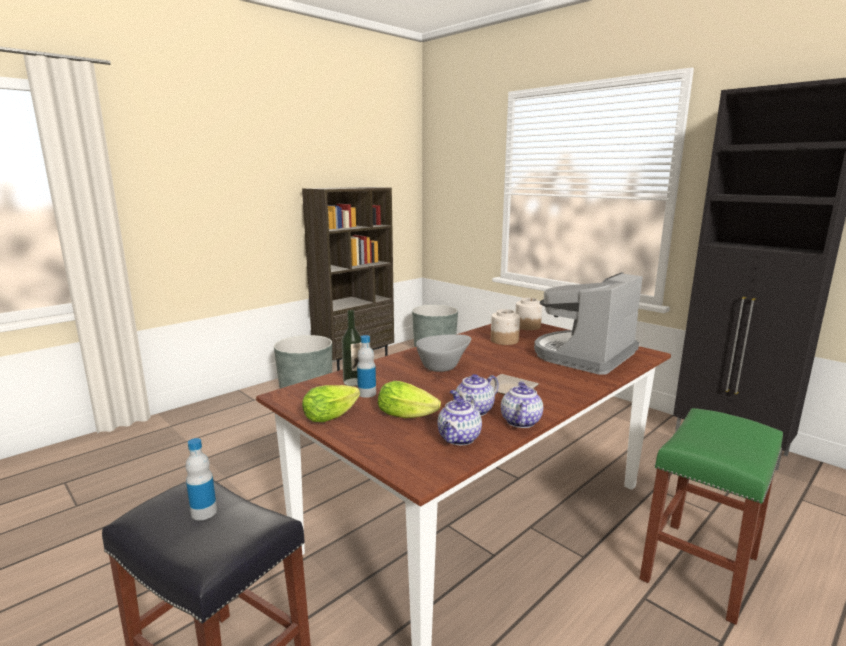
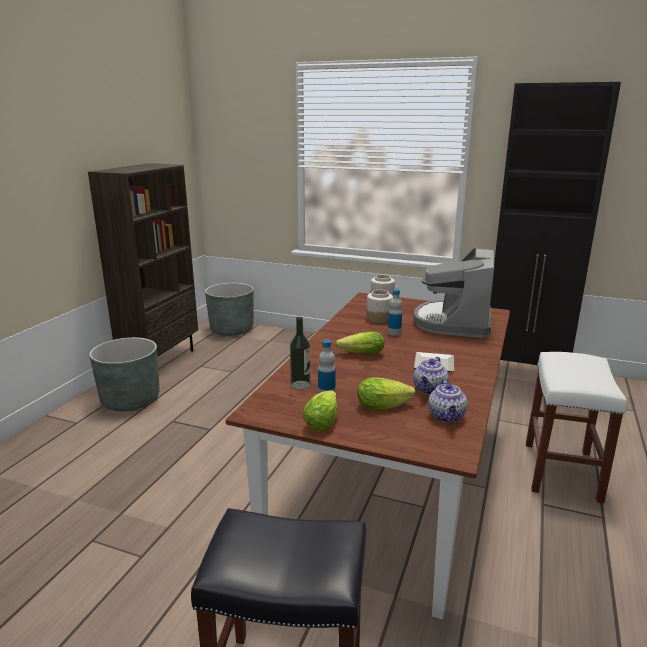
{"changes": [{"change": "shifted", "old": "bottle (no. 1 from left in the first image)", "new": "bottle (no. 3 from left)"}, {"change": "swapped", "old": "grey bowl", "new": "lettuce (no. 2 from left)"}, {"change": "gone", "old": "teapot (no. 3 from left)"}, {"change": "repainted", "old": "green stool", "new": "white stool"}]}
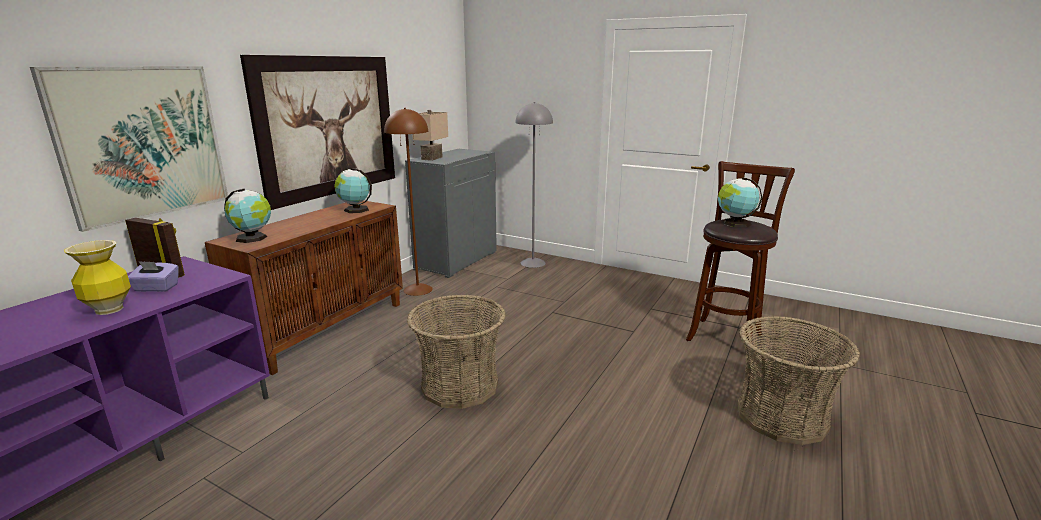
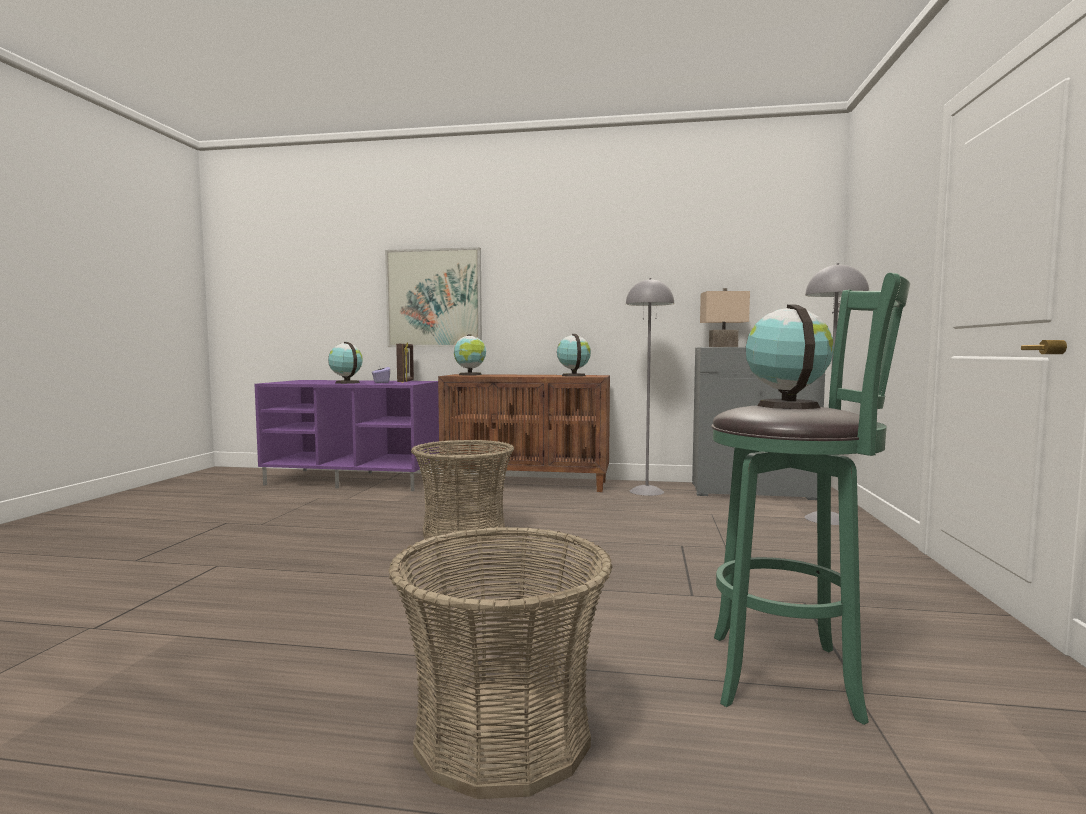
{"changes": [{"change": "swapped", "old": "vase", "new": "globe (no. 1 from left)"}, {"change": "gone", "old": "picture (no. 2 from left)"}, {"change": "repainted", "old": "brown floor lamp", "new": "grey floor lamp (no. 1 from left)"}, {"change": "repainted", "old": "brown stool", "new": "green stool"}]}
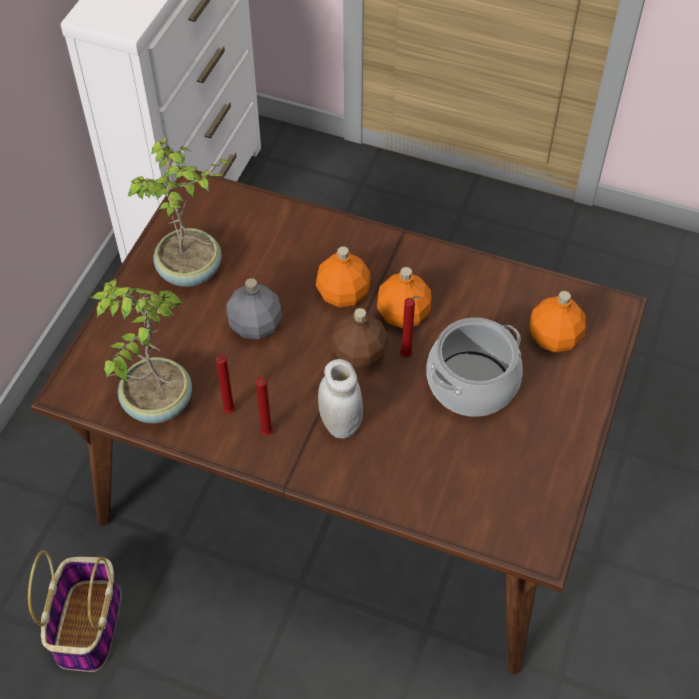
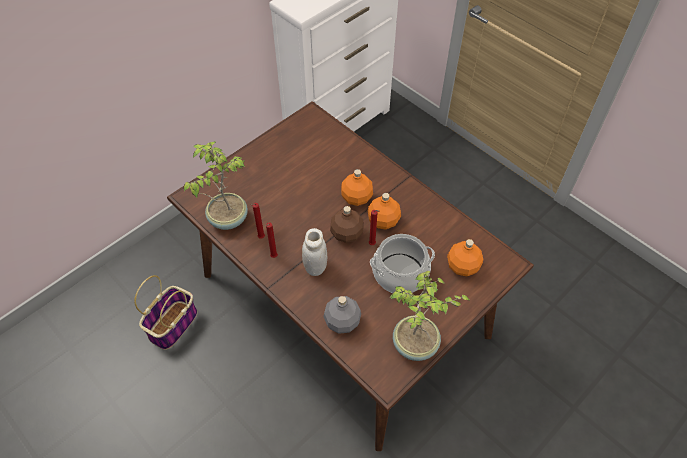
{"changes": [{"change": "shifted", "old": "potted plant (no. 2 from left)"}, {"change": "shifted", "old": "grey bottle"}]}
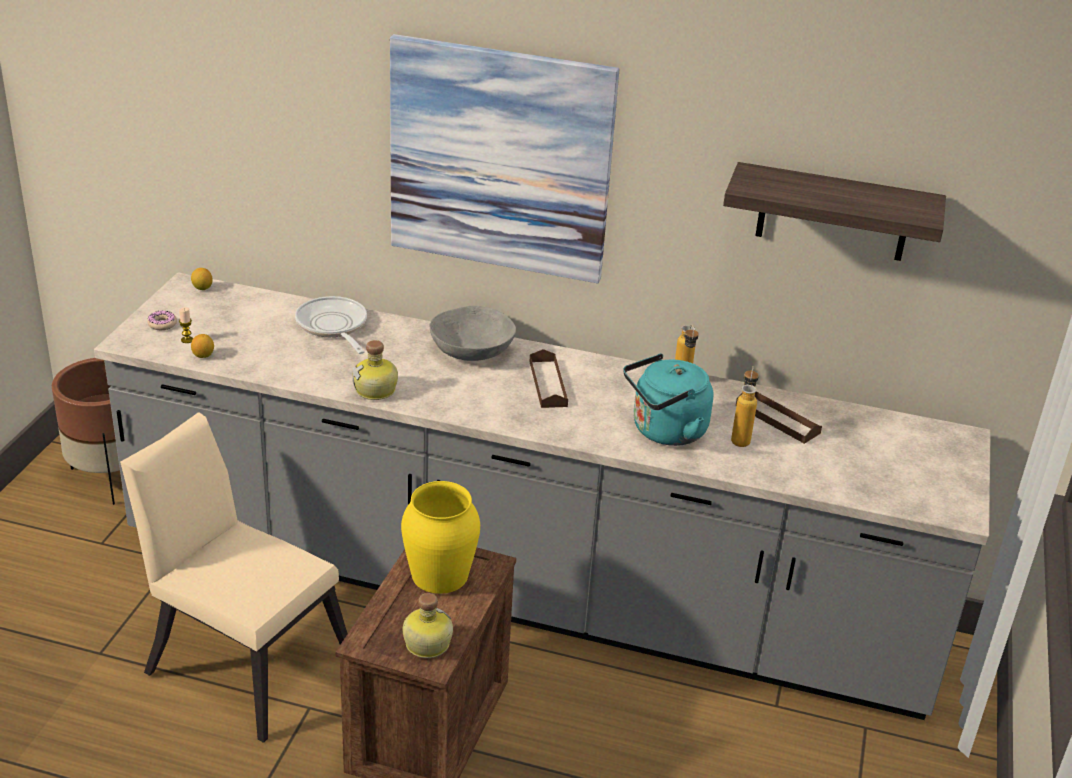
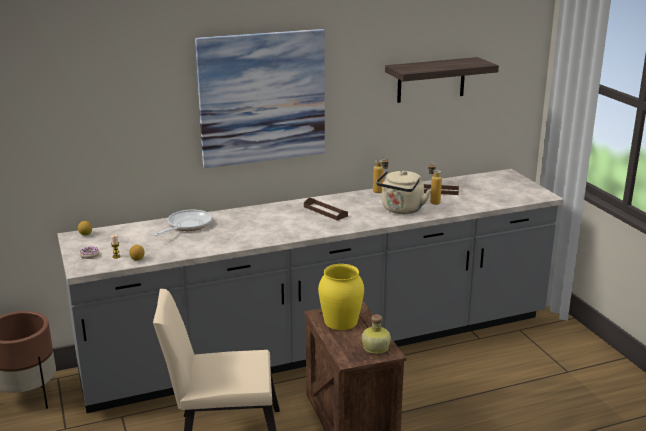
{"changes": [{"change": "rotated", "old": "frying pan", "degrees": 90}, {"change": "gone", "old": "bottle (no. 1 from left)"}, {"change": "gone", "old": "grey bowl"}, {"change": "repainted", "old": "turquoise kettle", "new": "beige kettle"}]}
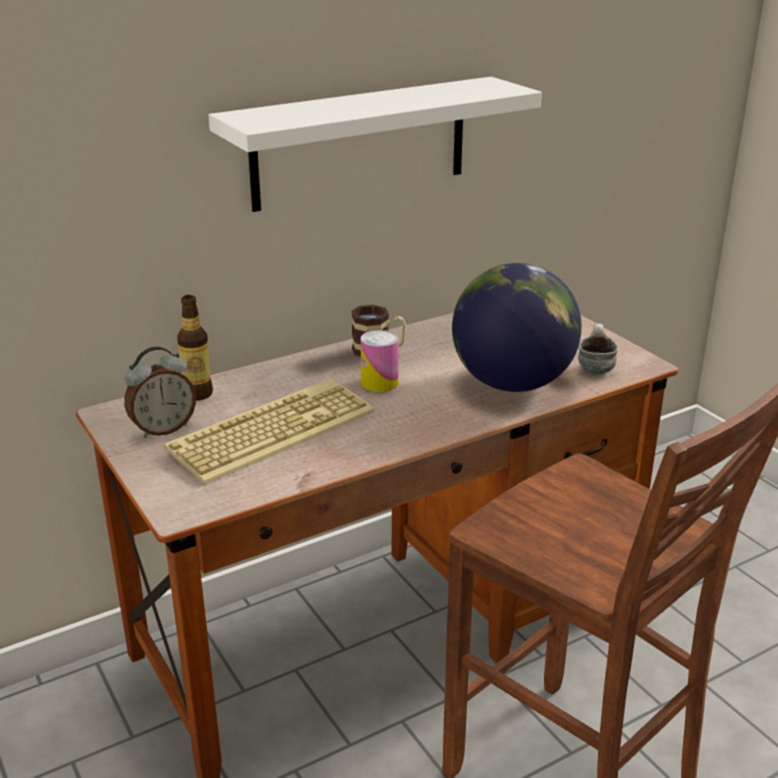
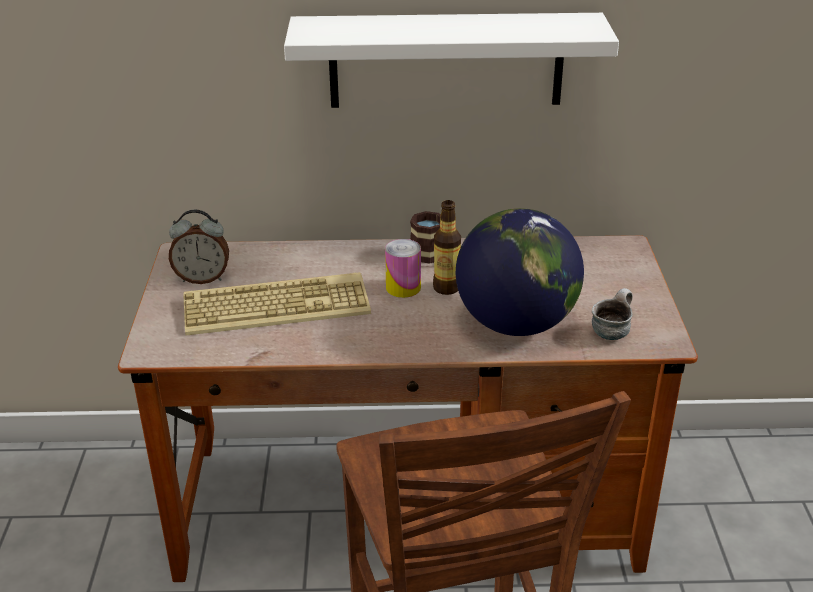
{"changes": [{"change": "shifted", "old": "bottle"}]}
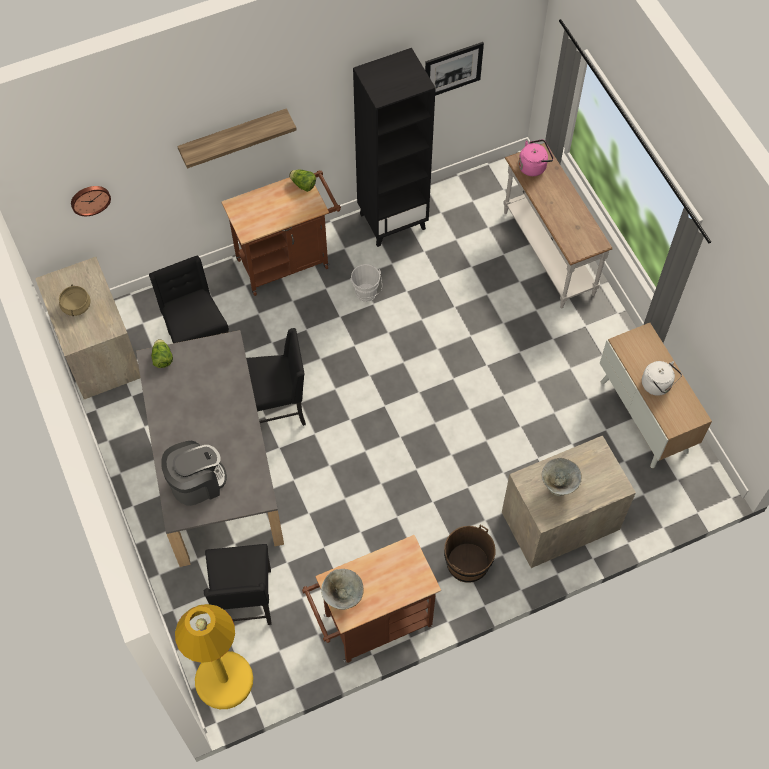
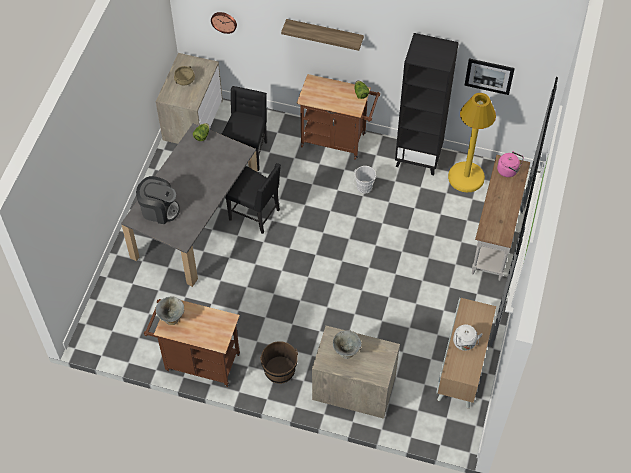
{"changes": [{"change": "shifted", "old": "yellow floor lamp"}, {"change": "gone", "old": "black chair (no. 2 from left)"}]}
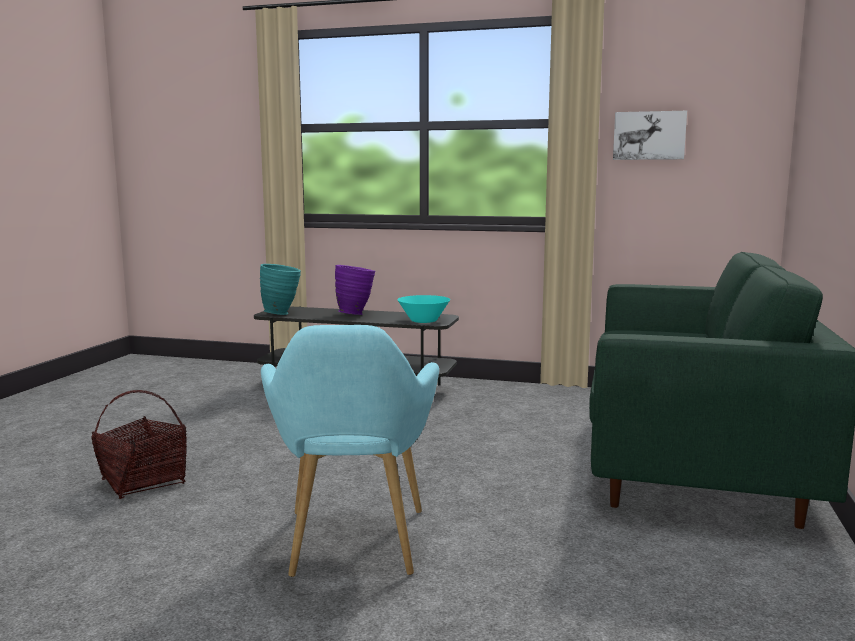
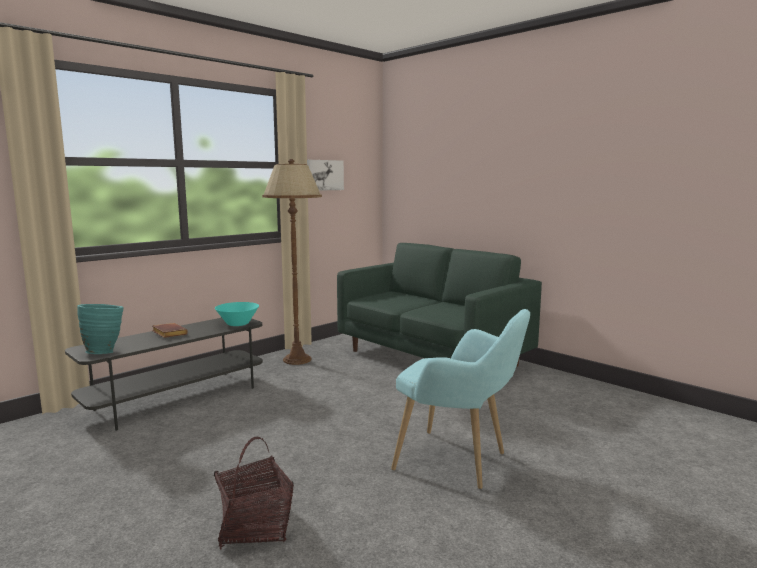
{"changes": [{"change": "swapped", "old": "purple vase", "new": "brown book"}, {"change": "new", "new": "brown floor lamp"}]}
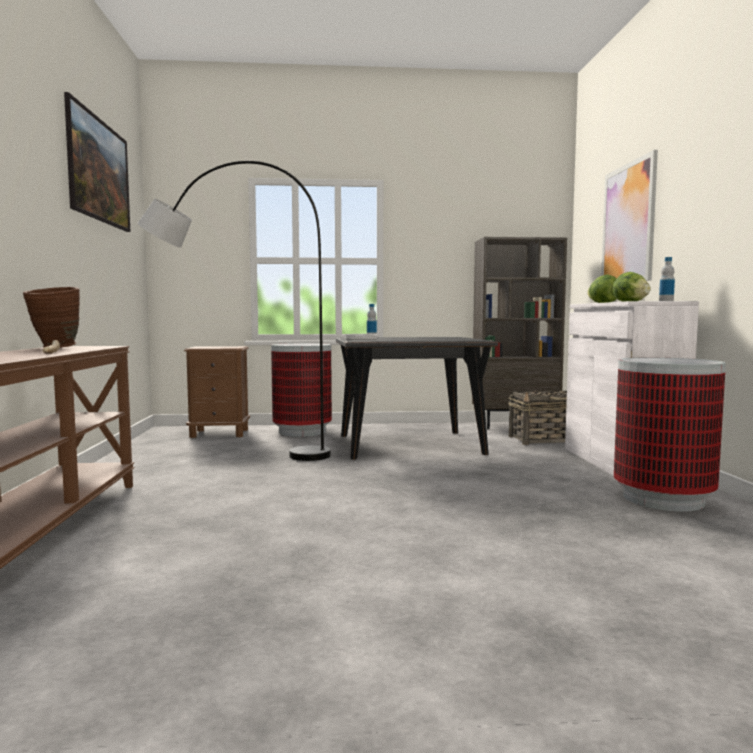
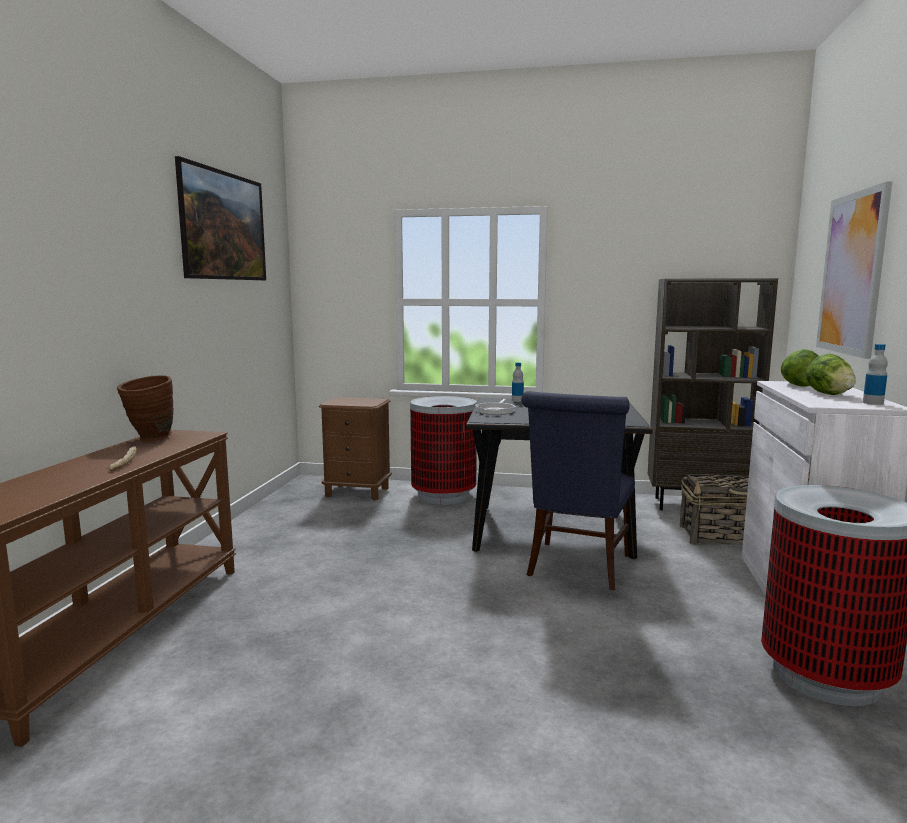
{"changes": [{"change": "gone", "old": "grey floor lamp"}, {"change": "new", "new": "blue chair"}]}
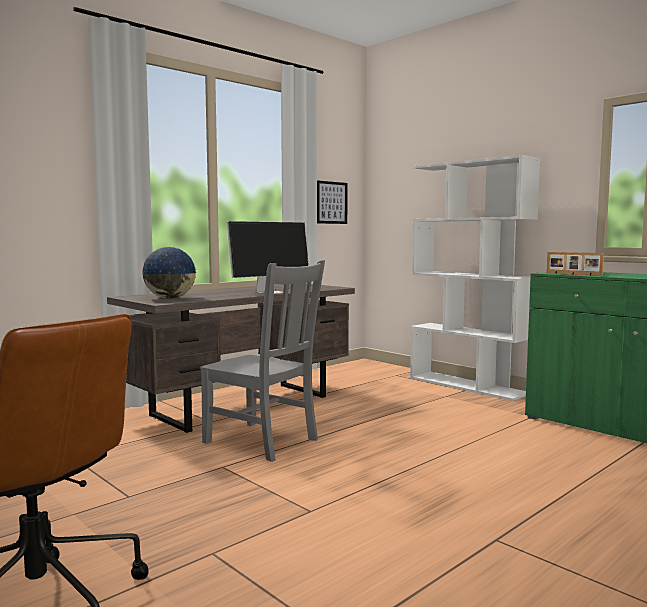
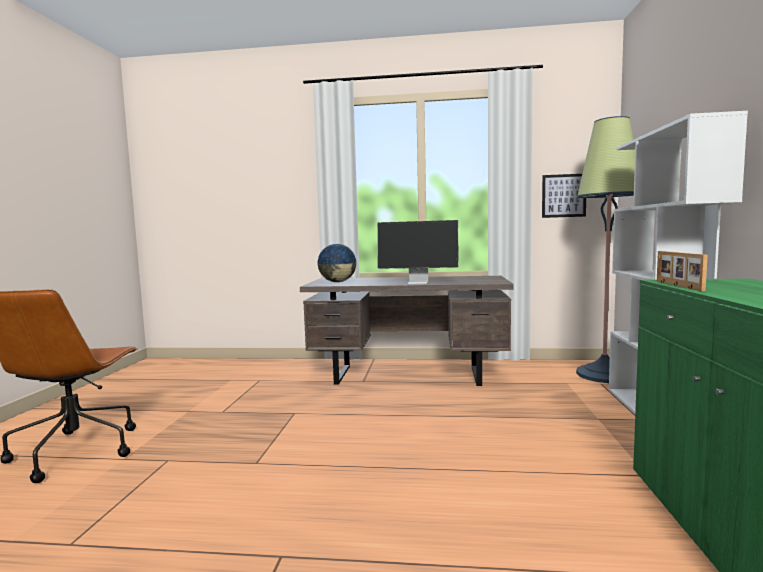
{"changes": [{"change": "gone", "old": "grey chair"}, {"change": "new", "new": "floor lamp"}]}
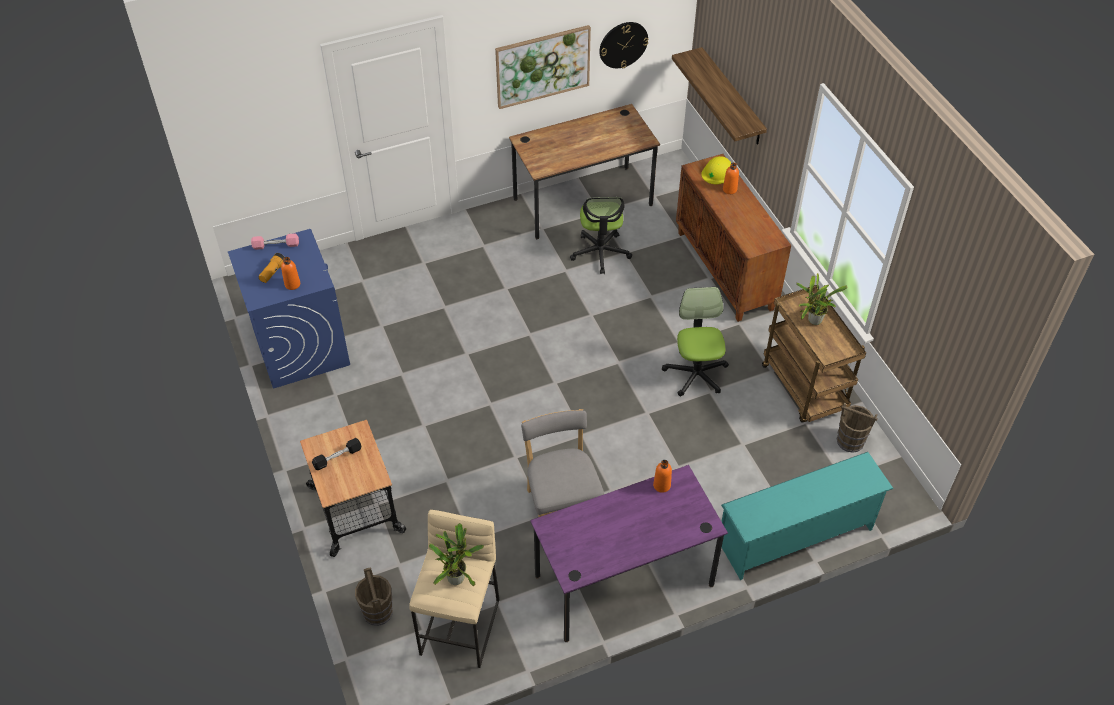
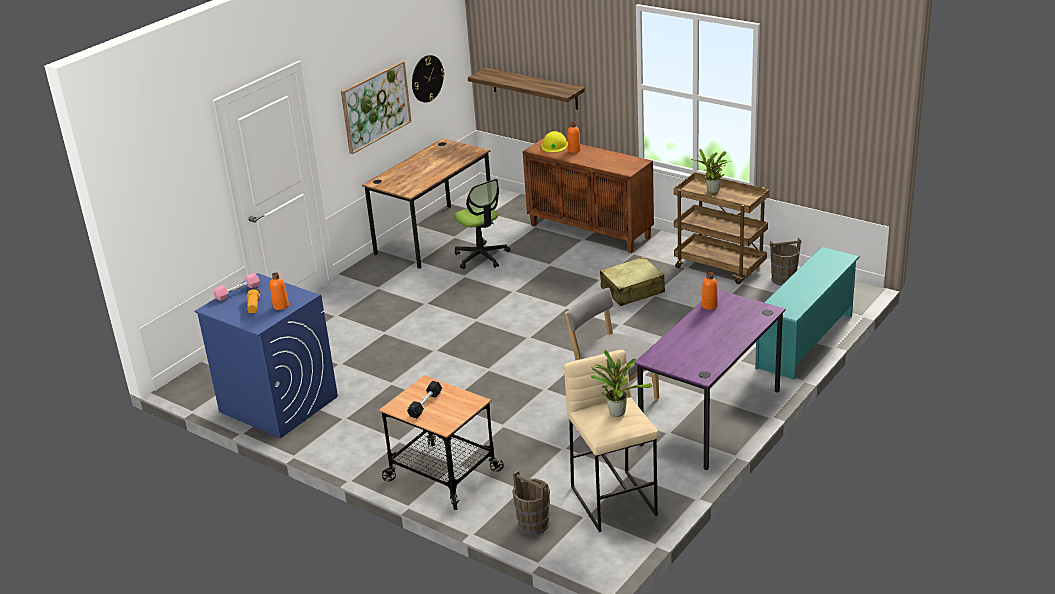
{"changes": [{"change": "swapped", "old": "office chair (no. 2 from left)", "new": "beige suitcase"}]}
